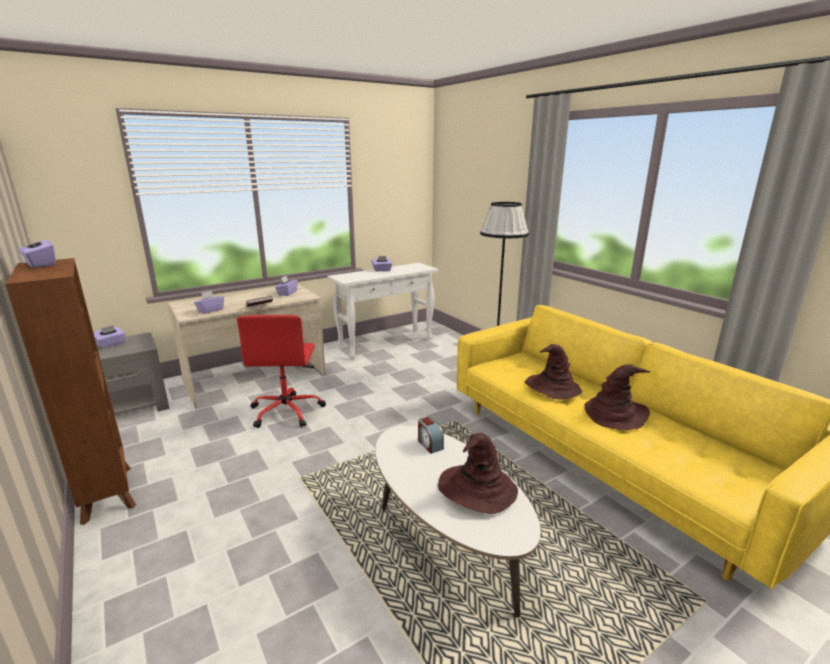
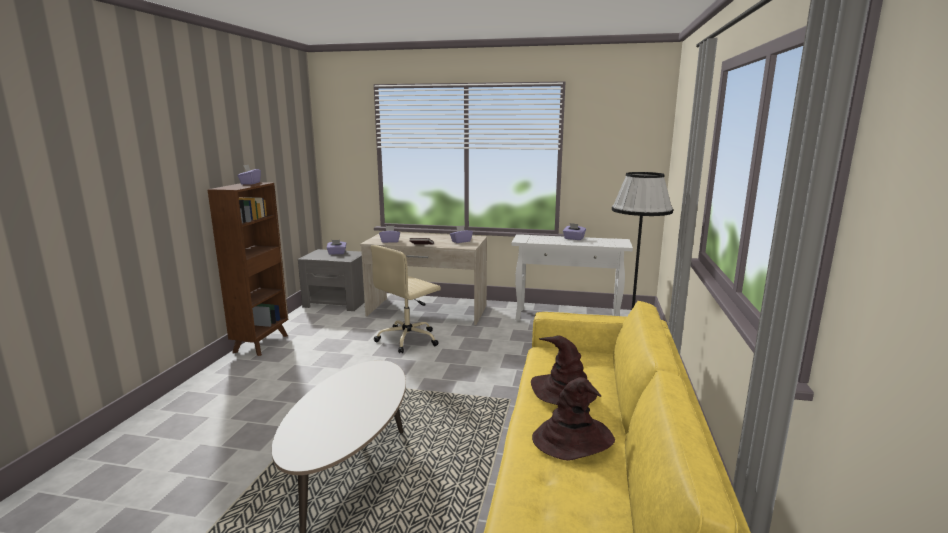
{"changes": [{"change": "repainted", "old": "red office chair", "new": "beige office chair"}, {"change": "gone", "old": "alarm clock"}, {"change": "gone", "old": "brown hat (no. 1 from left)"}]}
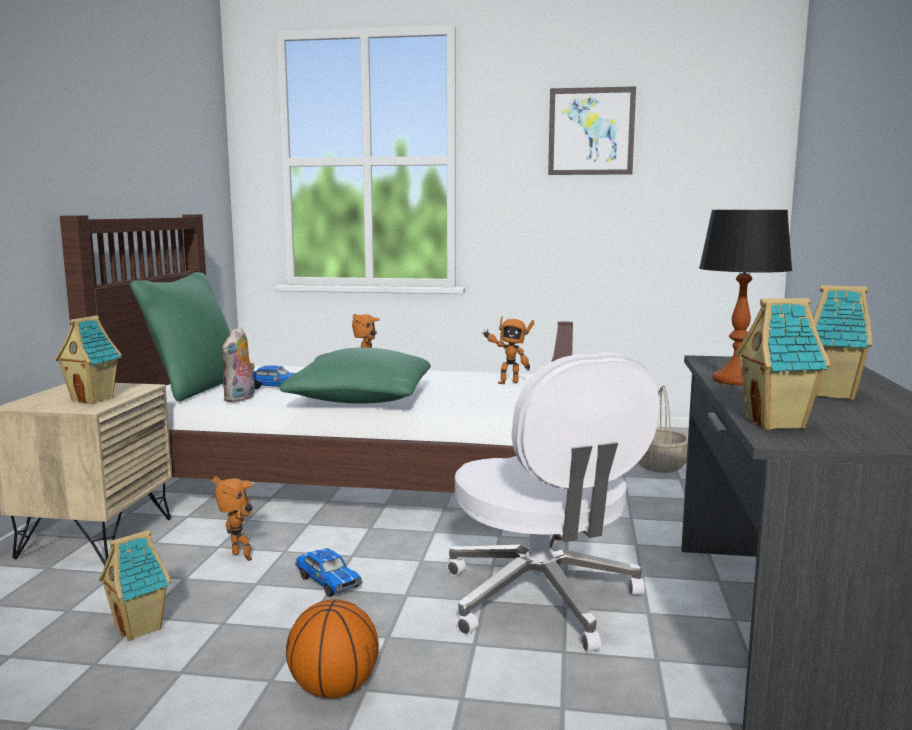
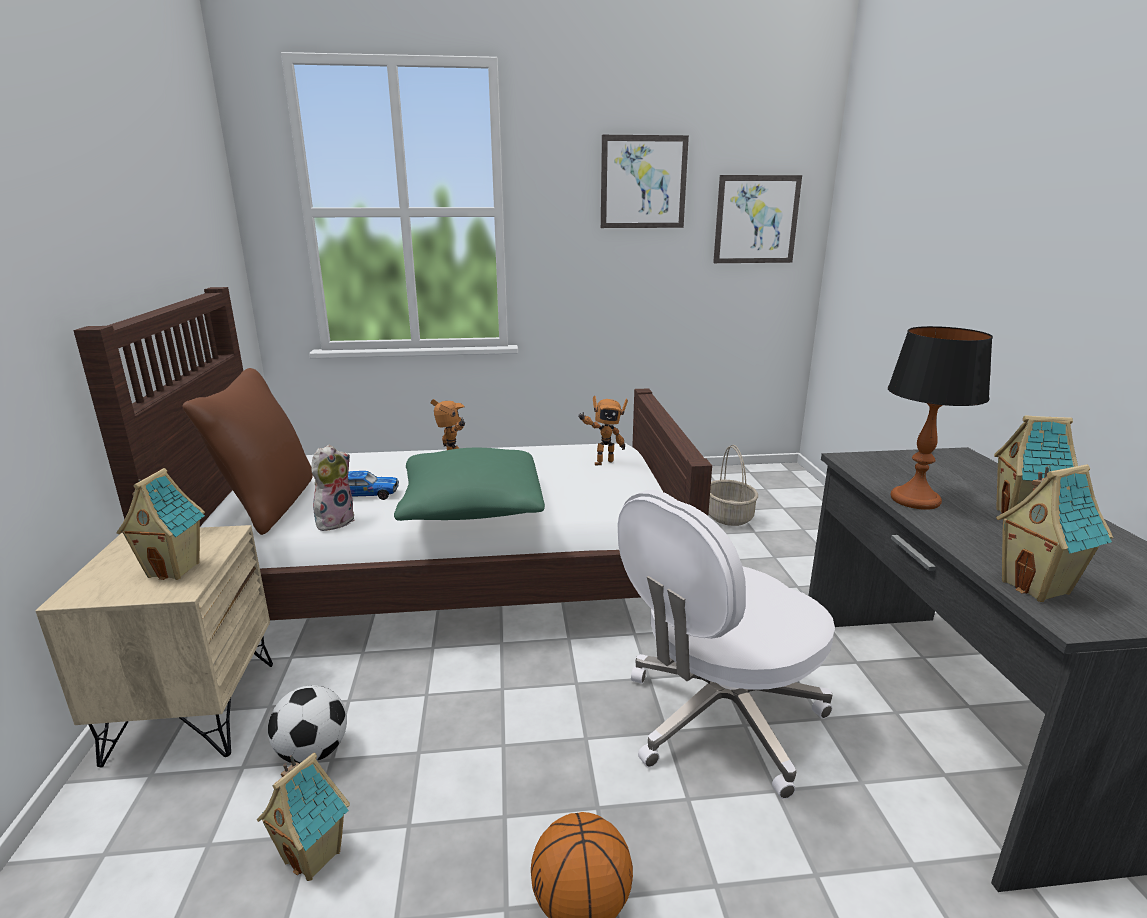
{"changes": [{"change": "repainted", "old": "green pillow (no. 1 from left)", "new": "brown pillow"}, {"change": "gone", "old": "toy robot (no. 1 from left)"}, {"change": "rotated", "old": "plush toy", "degrees": -150}, {"change": "gone", "old": "toy car (no. 2 from left)"}, {"change": "rotated", "old": "white office chair", "degrees": 90}, {"change": "new", "new": "football"}, {"change": "new", "new": "picture (no. 2 from left)"}]}
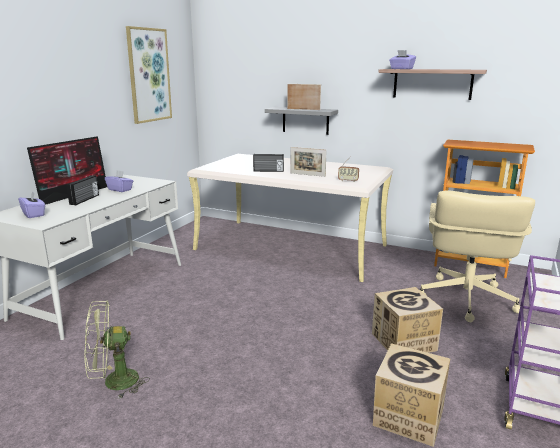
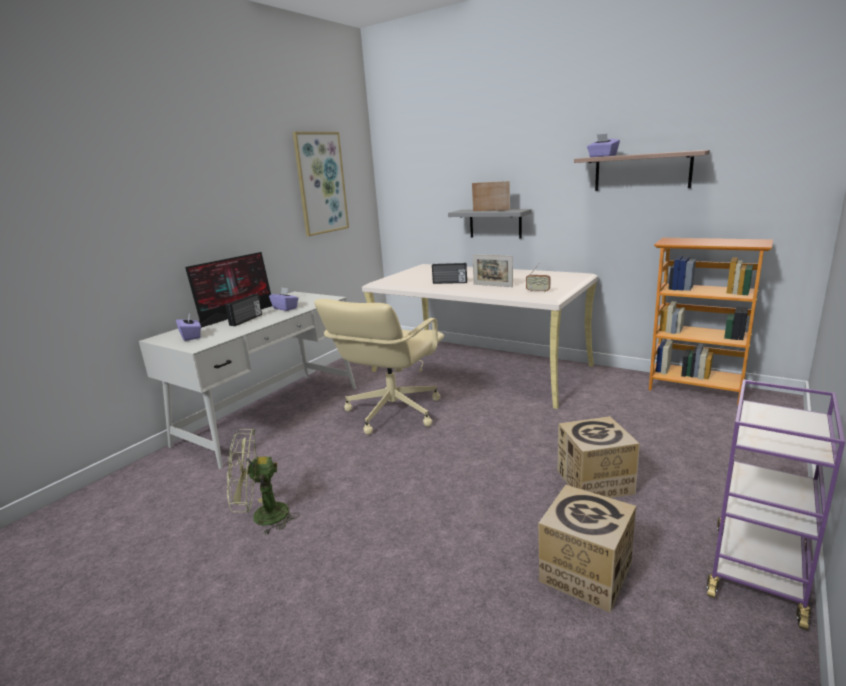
{"changes": [{"change": "shifted", "old": "beige office chair"}]}
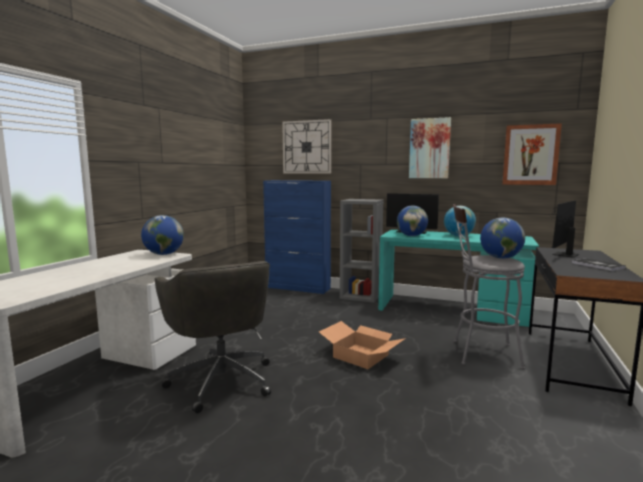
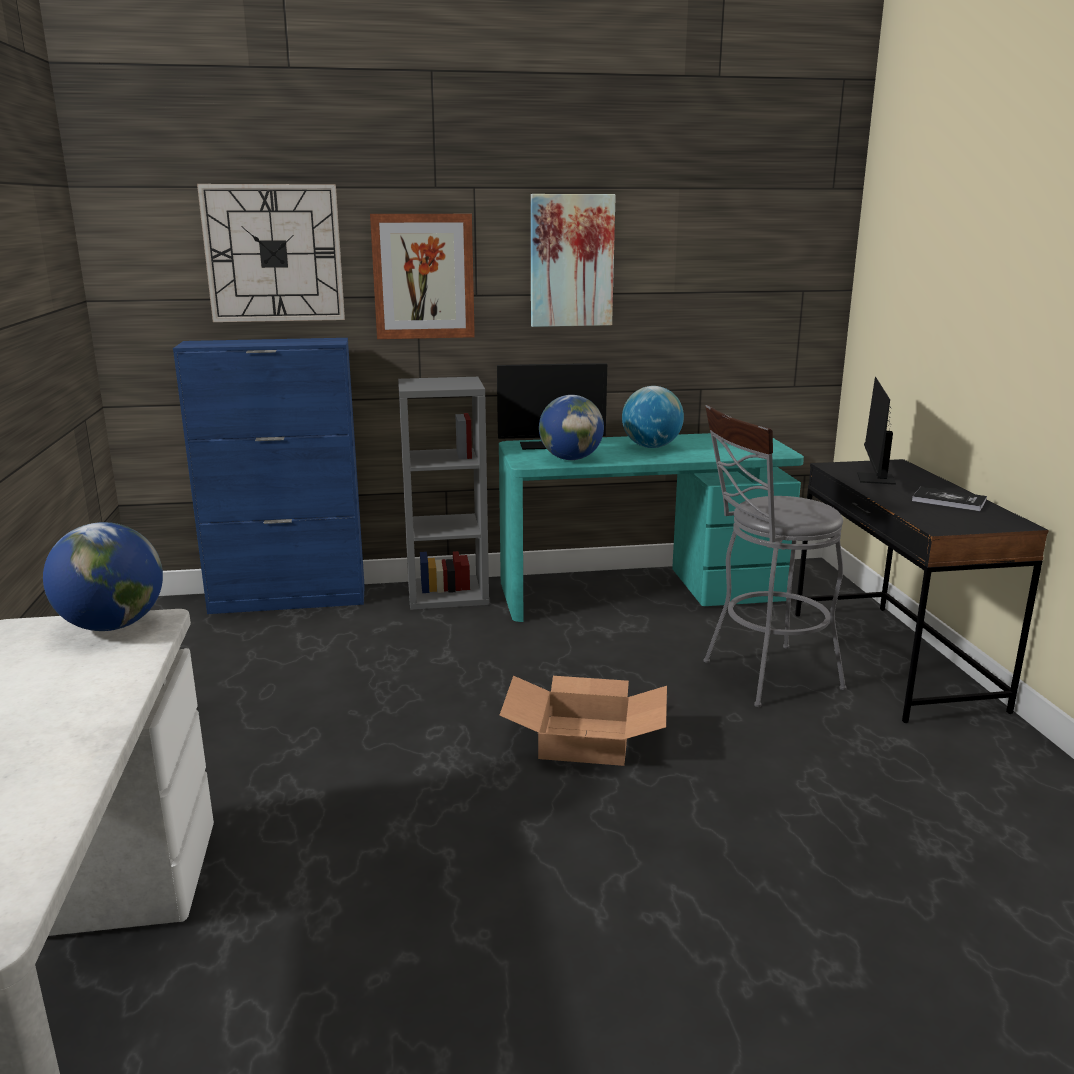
{"changes": [{"change": "gone", "old": "grey office chair"}, {"change": "gone", "old": "globe (no. 4 from left)"}, {"change": "shifted", "old": "picture (no. 2 from left in the first image)", "new": "picture (no. 1 from left)"}]}
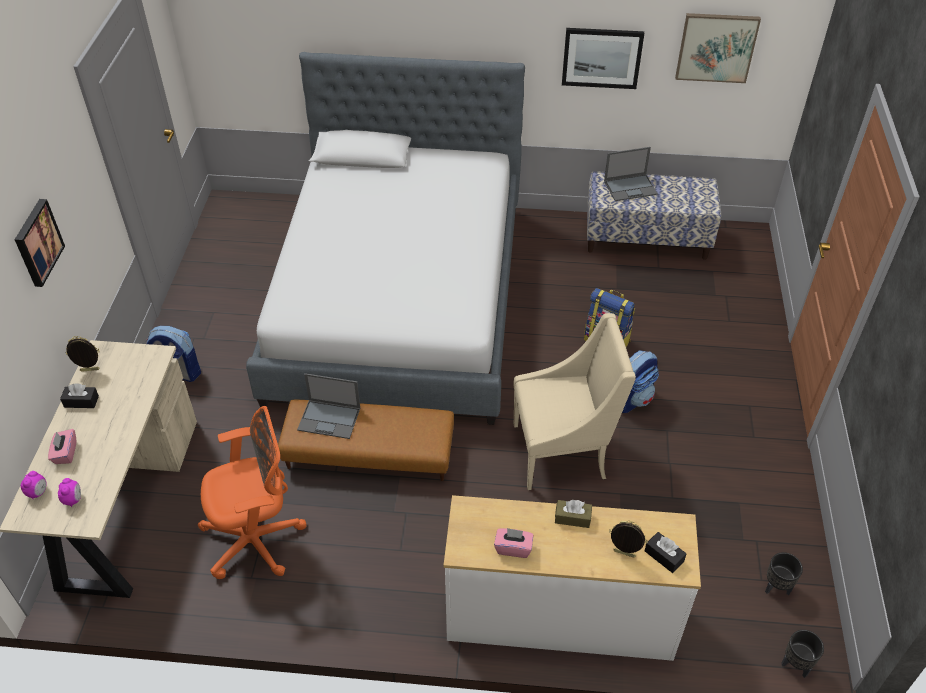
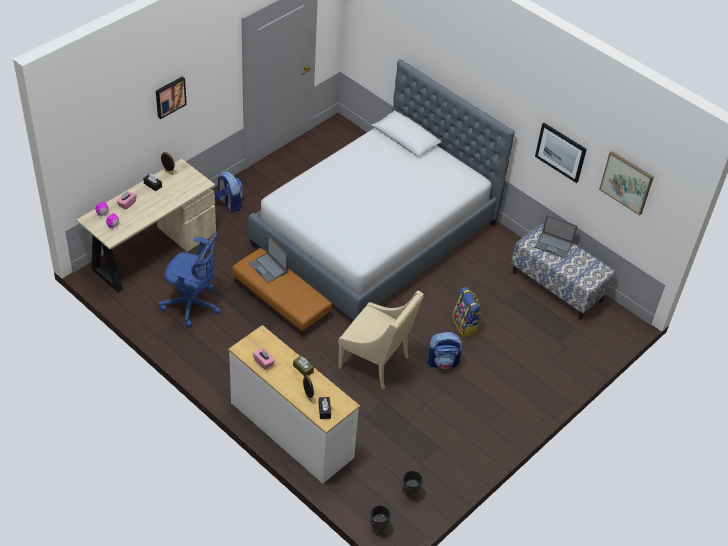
{"changes": [{"change": "repainted", "old": "orange office chair", "new": "blue office chair"}]}
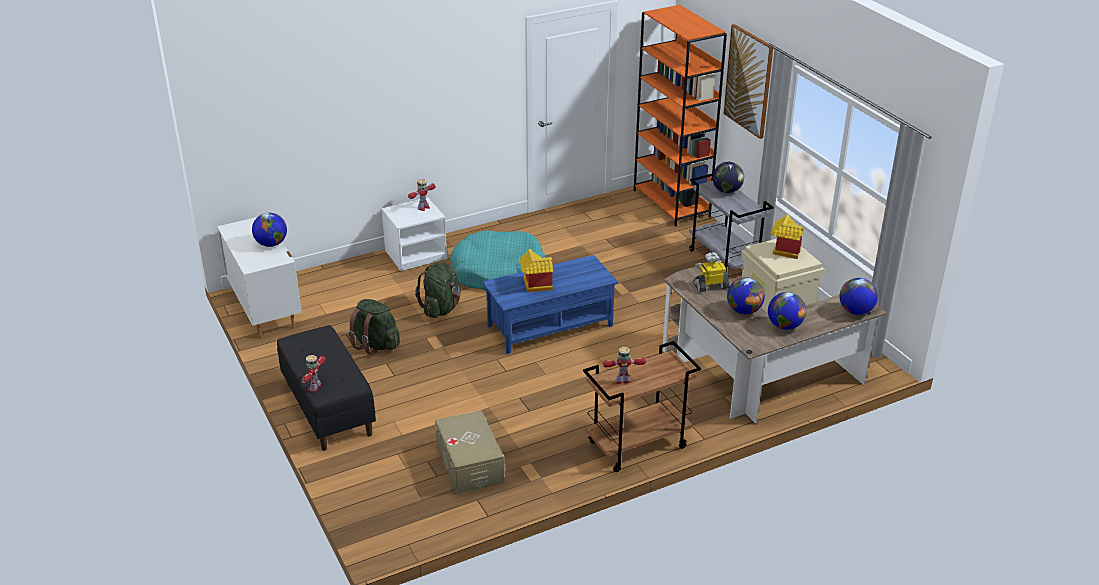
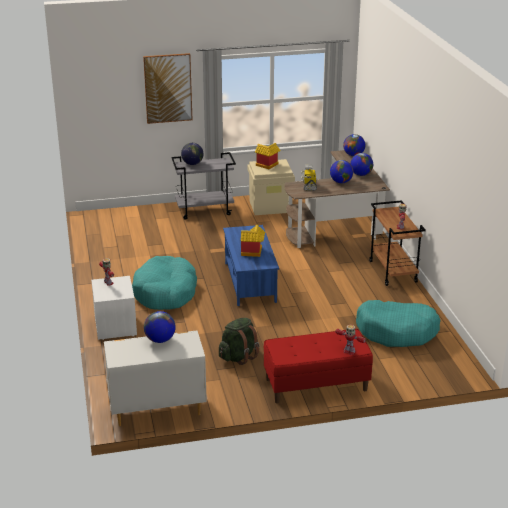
{"changes": [{"change": "repainted", "old": "black bench", "new": "red bench"}, {"change": "gone", "old": "green backpack (no. 2 from left)"}, {"change": "swapped", "old": "beige storage box (no. 1 from left)", "new": "turquoise dog bed (no. 2 from left)"}, {"change": "gone", "old": "orange bookcase"}]}
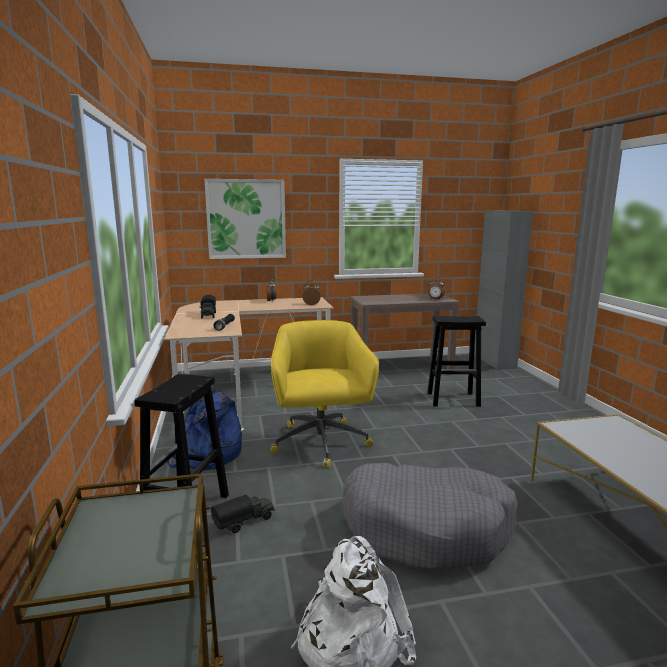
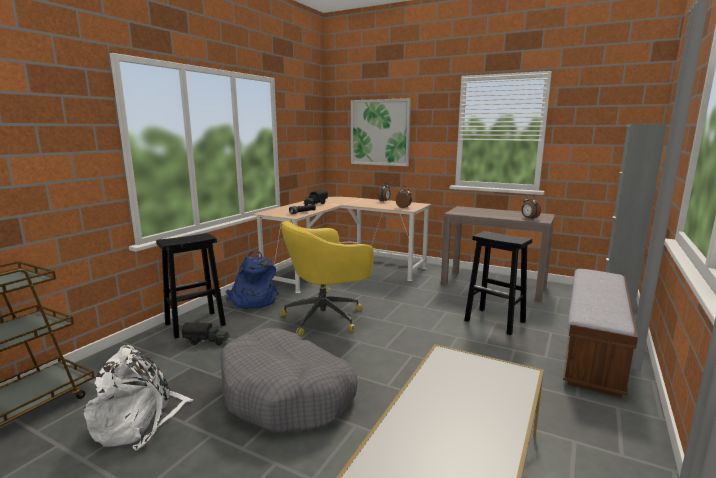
{"changes": [{"change": "rotated", "old": "yellow office chair", "degrees": -150}, {"change": "new", "new": "bench"}]}
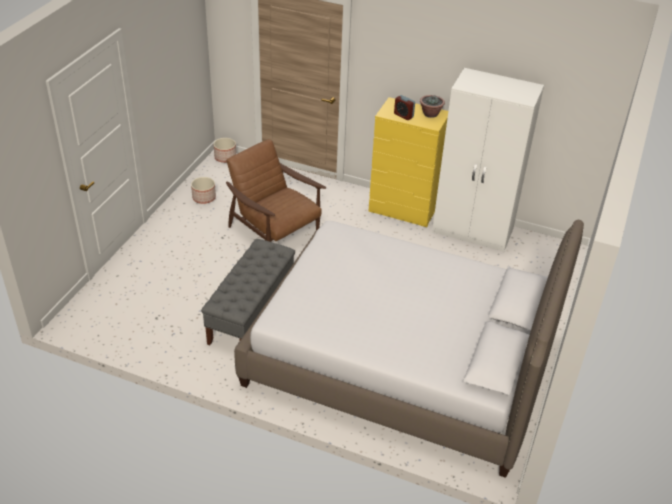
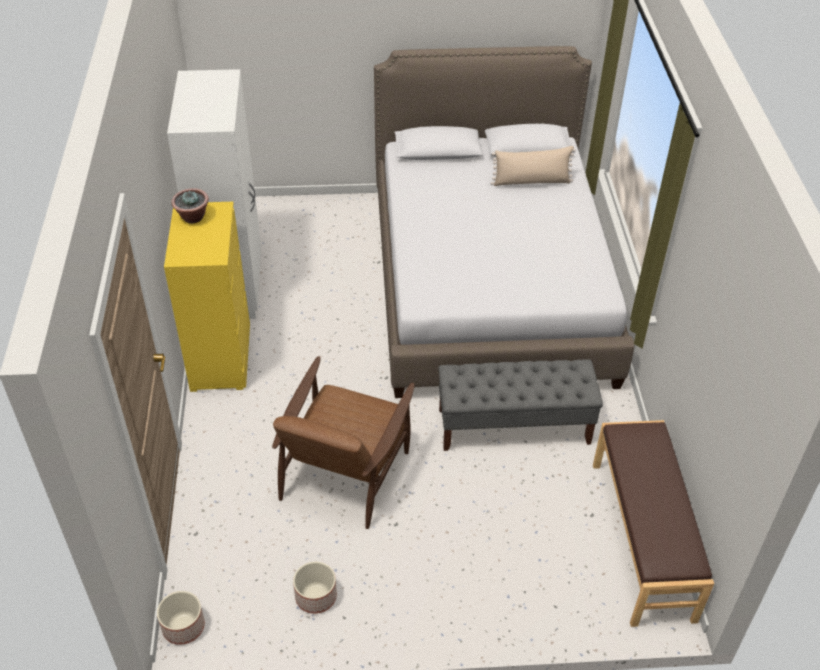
{"changes": [{"change": "gone", "old": "alarm clock"}, {"change": "new", "new": "beige pillow"}, {"change": "new", "new": "brown bench"}]}
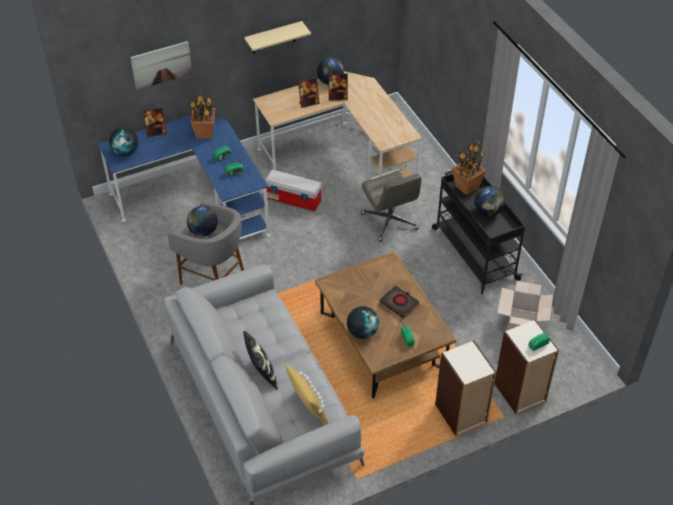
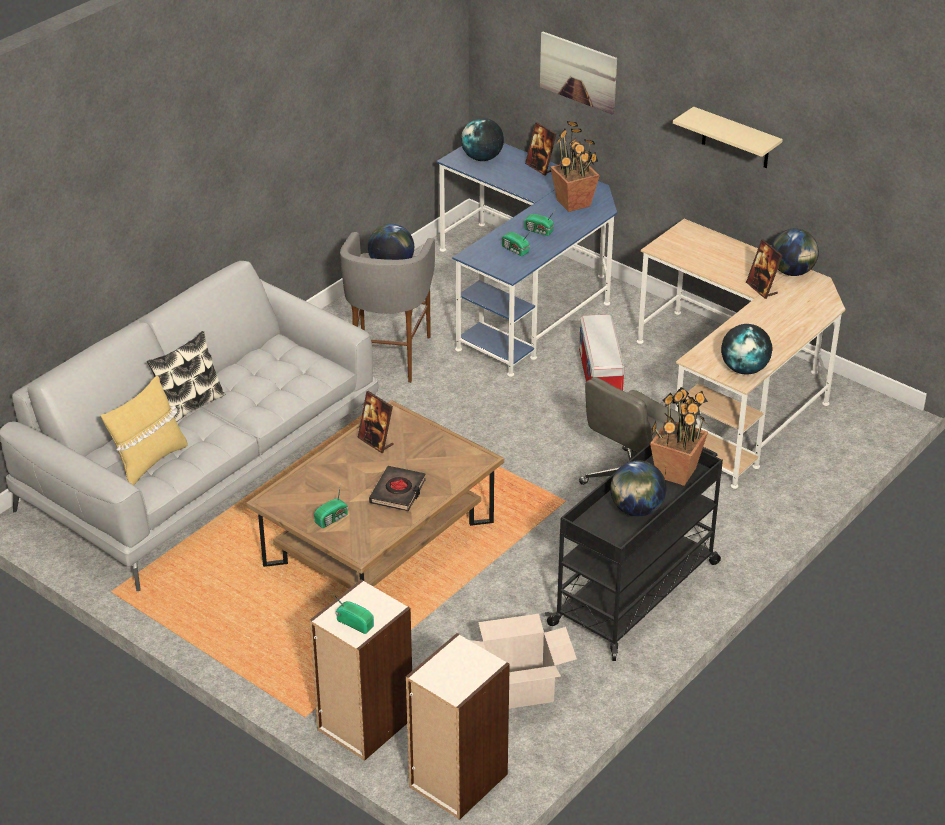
{"changes": [{"change": "shifted", "old": "picture frame (no. 2 from left in the first image)", "new": "picture frame (no. 1 from left)"}, {"change": "shifted", "old": "globe (no. 4 from left)"}, {"change": "shifted", "old": "bookcase (no. 1 from left in the first image)", "new": "bookcase (no. 2 from left)"}]}
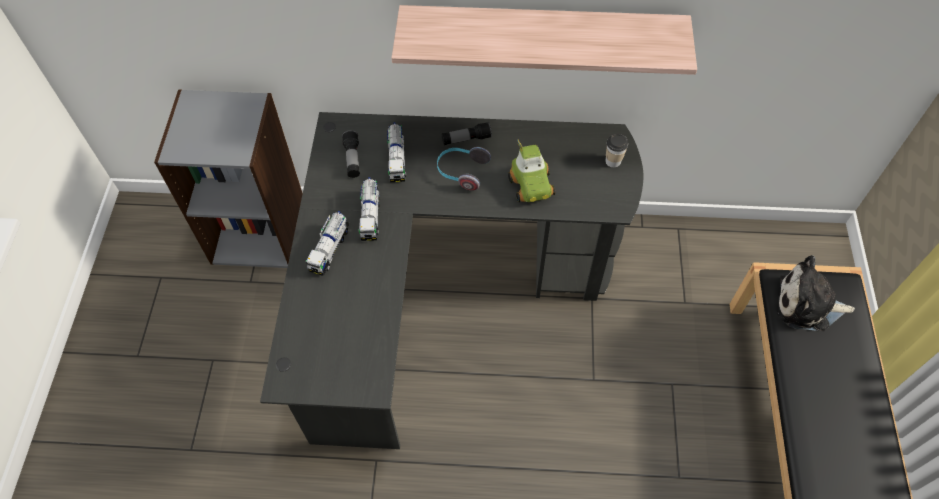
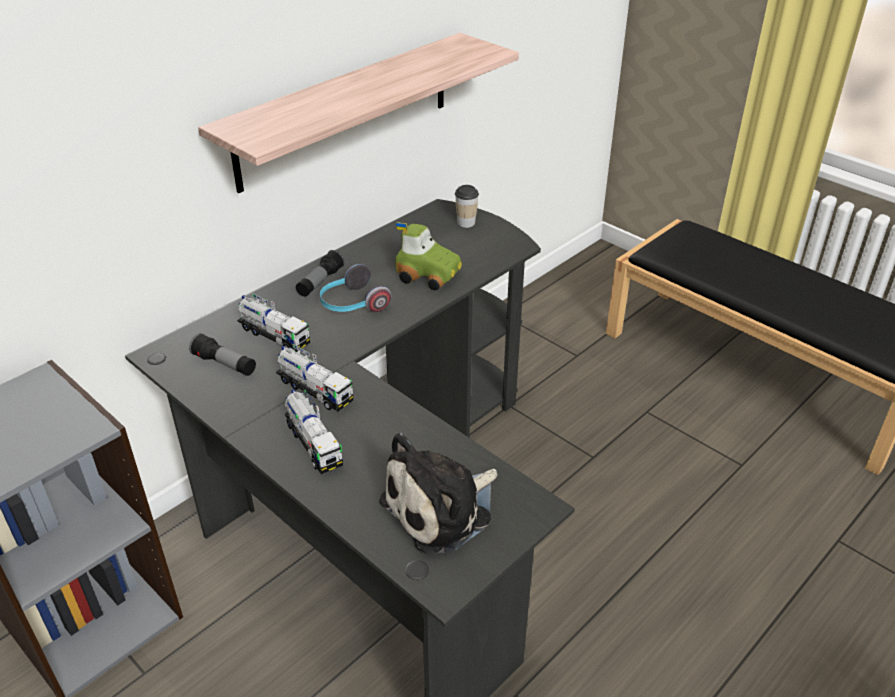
{"changes": [{"change": "shifted", "old": "plush toy"}]}
